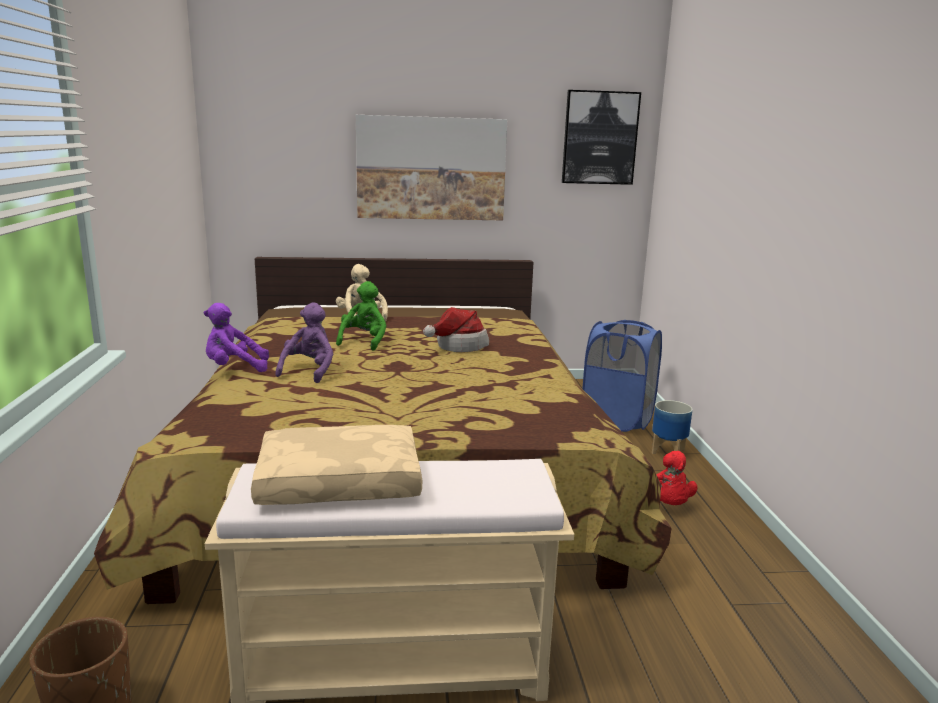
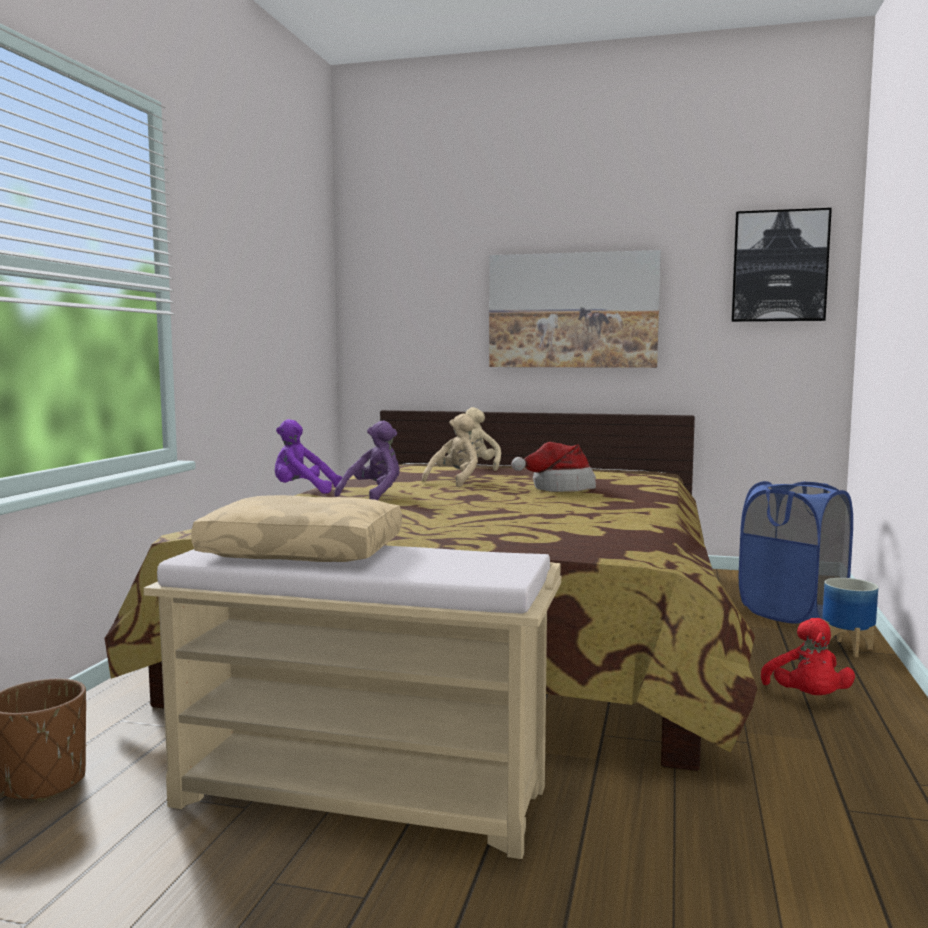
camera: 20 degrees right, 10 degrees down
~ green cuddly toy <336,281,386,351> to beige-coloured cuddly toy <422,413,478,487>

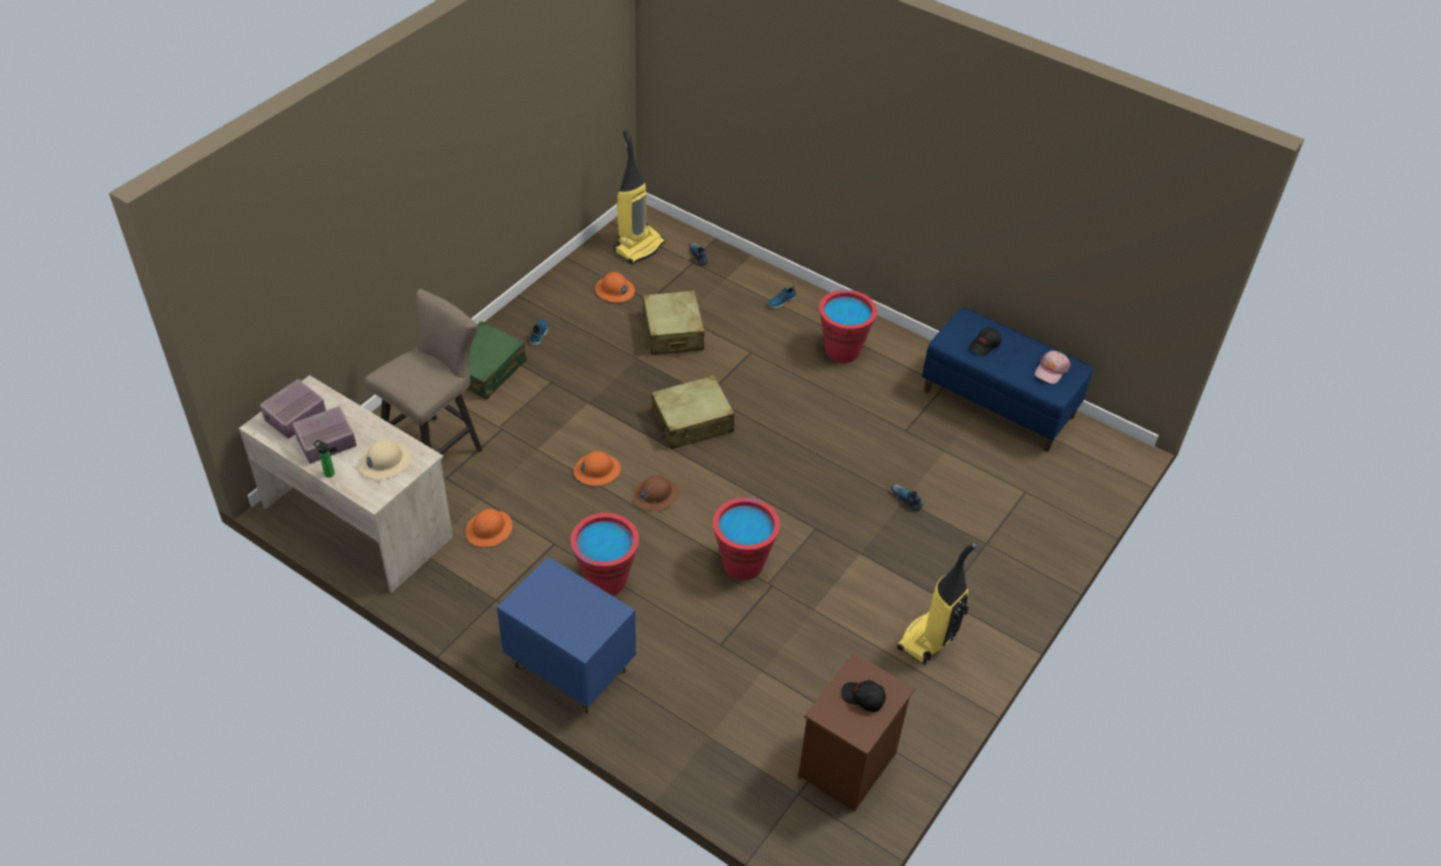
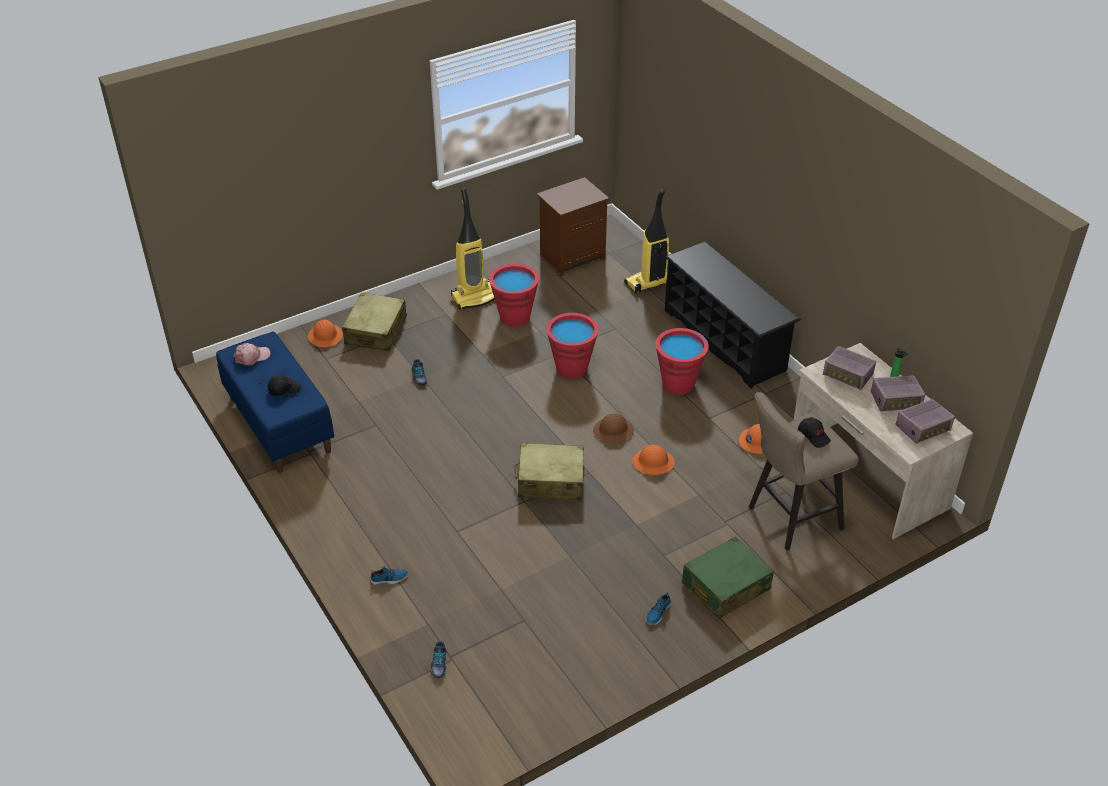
camera: 155 degrees left, 5 degrees down
~ orangey hard hat <595,272,635,302> to <308,319,343,347>
~ beige-coloured travel case <642,290,705,355> to <342,293,407,352>
~ red-coloured bucket <819,290,877,363> to <489,264,539,327>
~ vacuum cleaner <614,129,665,264> to <624,189,669,294>
~ blue nightstand <497,557,636,714> to black-coloured shoe stand <665,241,801,389>
~ black-coloured baseball cap <841,680,886,712> to <798,417,831,448>
~ beige-coloured hard hat <359,440,411,479> to radio receiver <823,346,876,390>

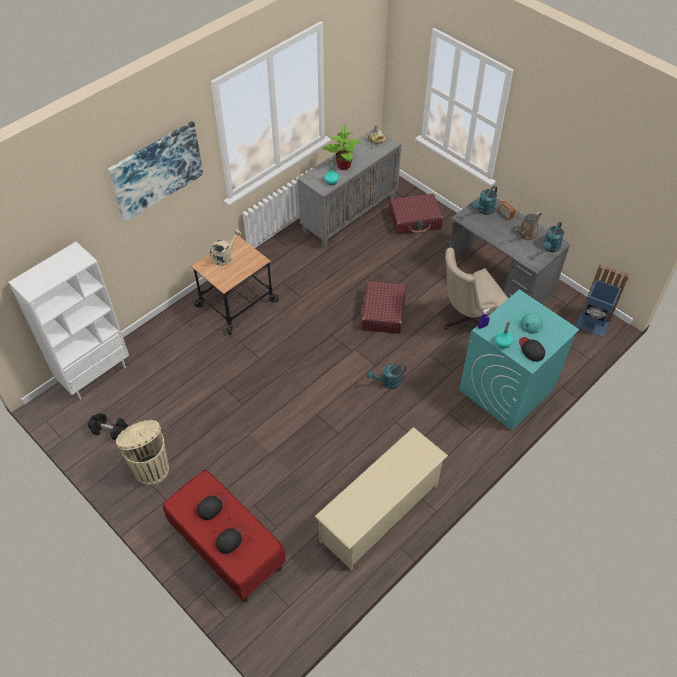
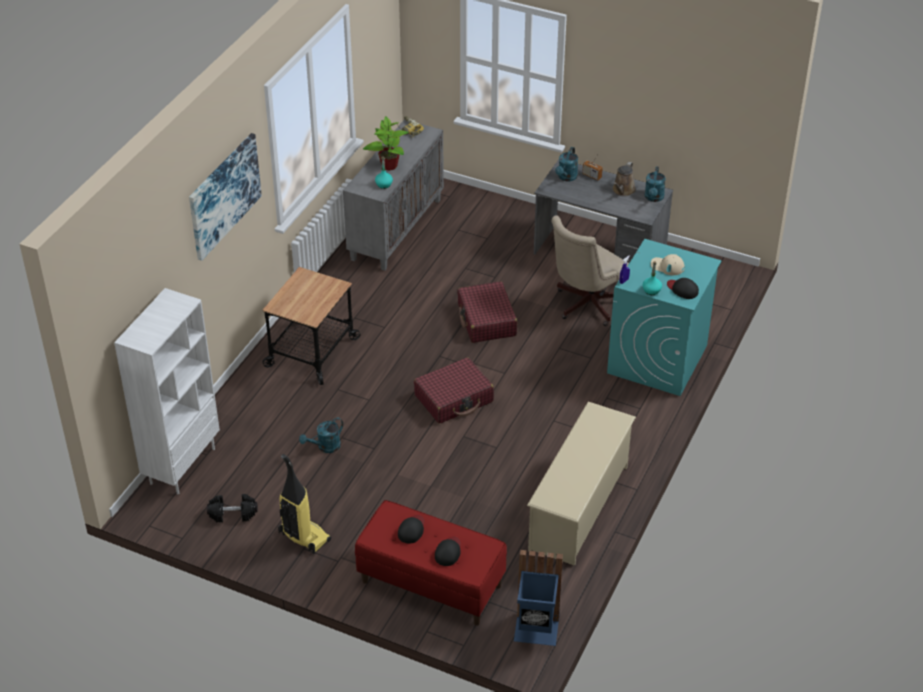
camera: 20 degrees left, 10 degrees down
~ beige-coloured waste bin <116,420,169,485> to vacuum cleaner <278,454,331,554>
~ turquoise-coloured sprinkling can <367,364,406,389> to <299,418,343,453>
~ red-coloured travel case <389,194,443,235> to <414,358,494,424>
~ blue waste bin <576,264,630,337> to <514,550,563,646>
~ turquoise-coloured baseball cap <513,311,543,334> to beige-coloured baseball cap <651,254,685,275>
- beige-coloured sprinkling can <210,229,242,266>

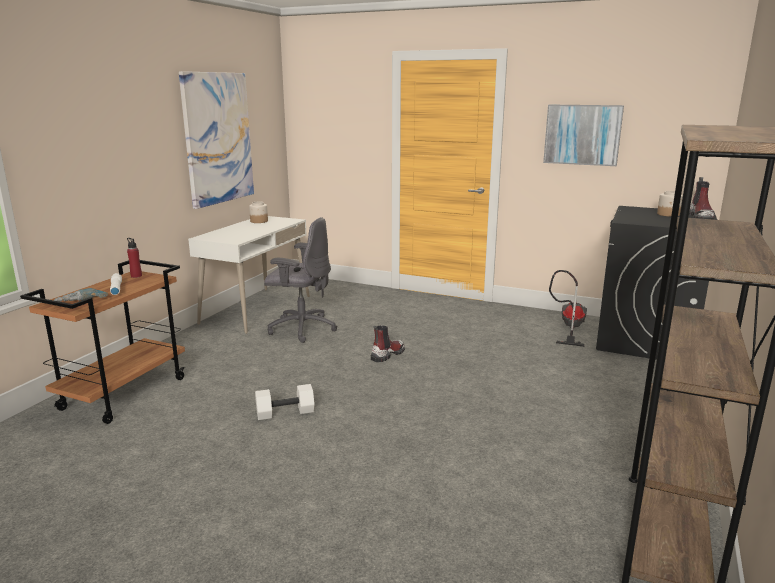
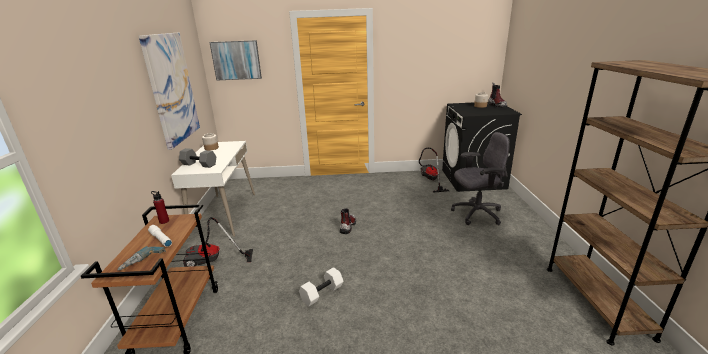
camera: 25 degrees left, 5 degrees up
+ gray free weight <179,148,216,168>
+ vacuum cleaner <183,217,253,267>
~ picture <543,105,624,166> to <209,40,262,81>
~ gray office chair <264,217,337,343> to <451,132,510,225>

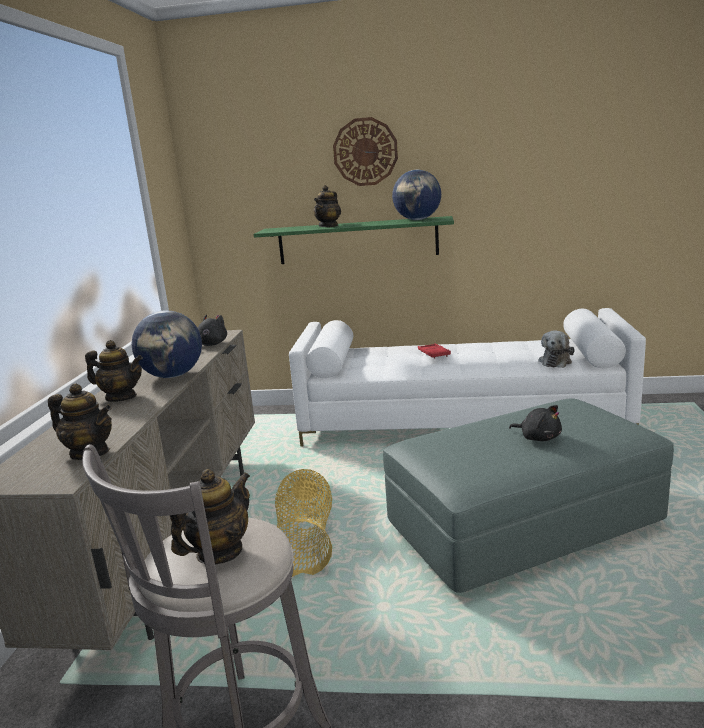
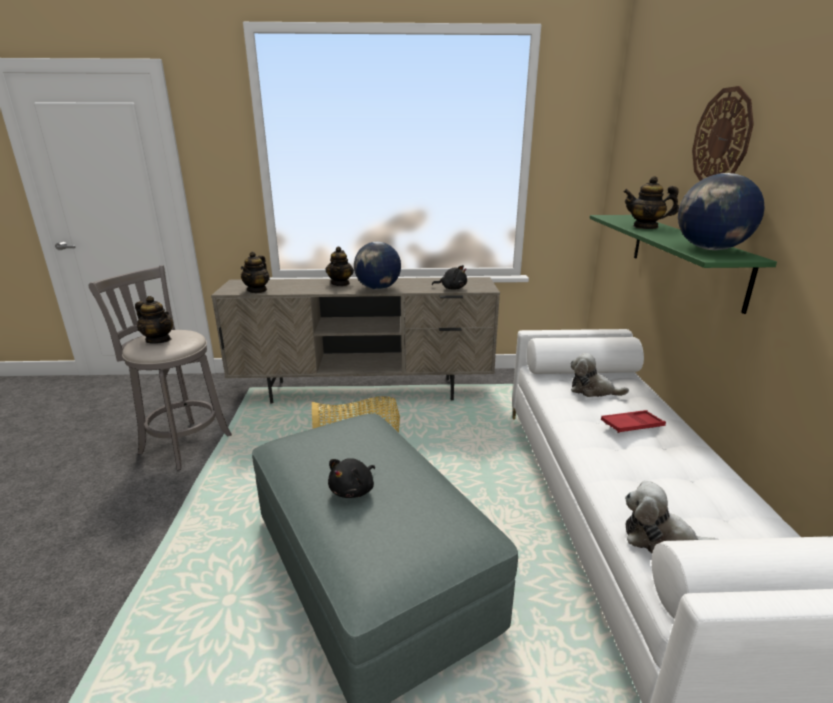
camera: 80 degrees right, 5 degrees up
+ cuddly toy <571,353,629,397>

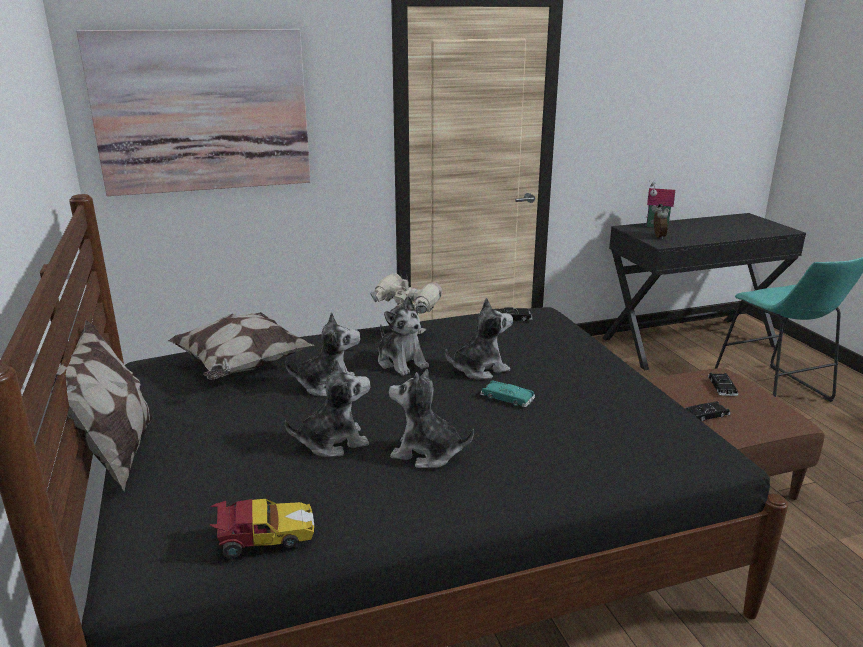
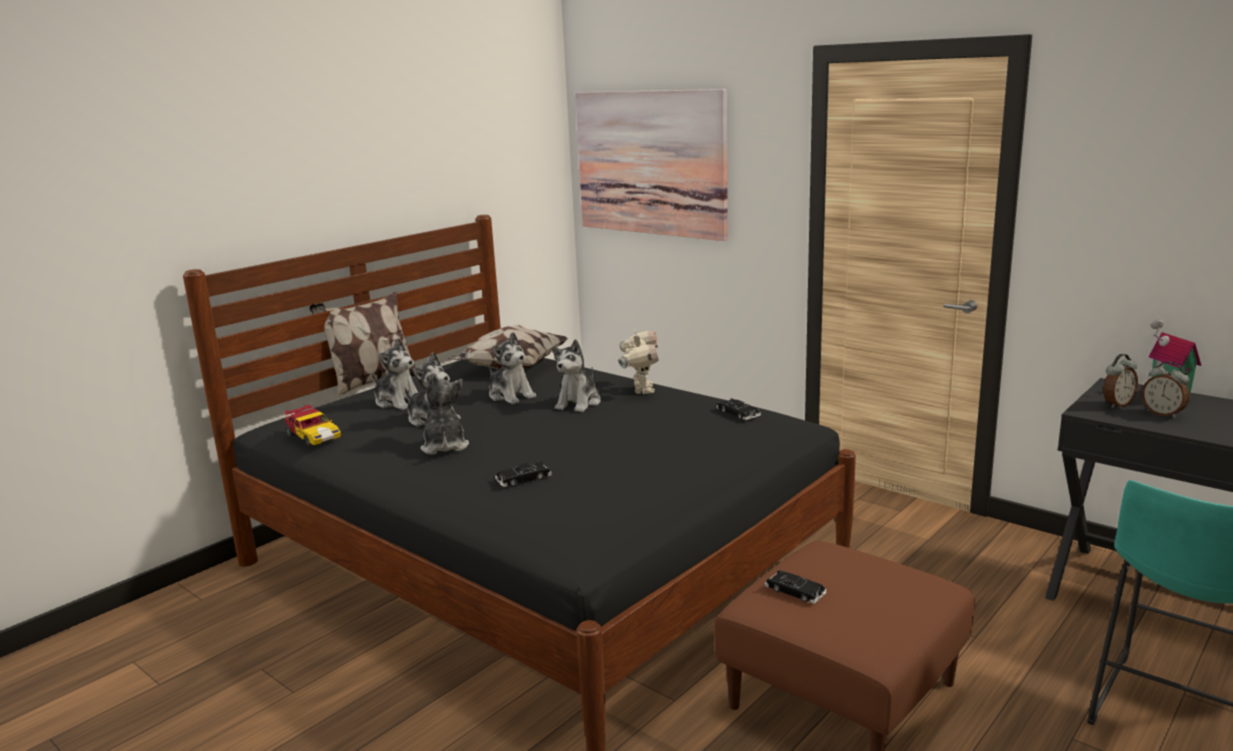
camera: 60 degrees right, 5 degrees down
~ cuddly toy <445,298,513,379> to <372,338,418,410>
~ black-coloured miniature car <708,372,738,396> to <495,461,552,487>
+ bedside clock <1141,362,1190,418>
- turquoise-coloured miniature car <480,381,535,407>

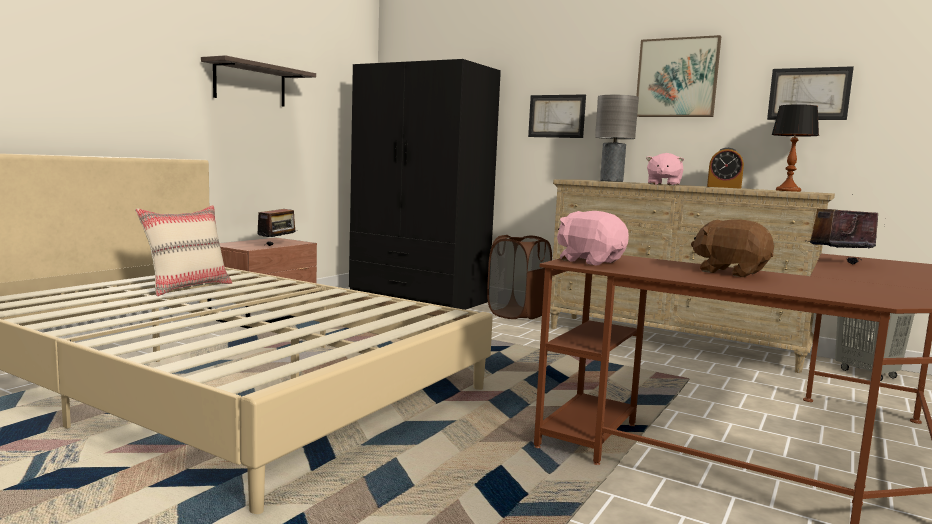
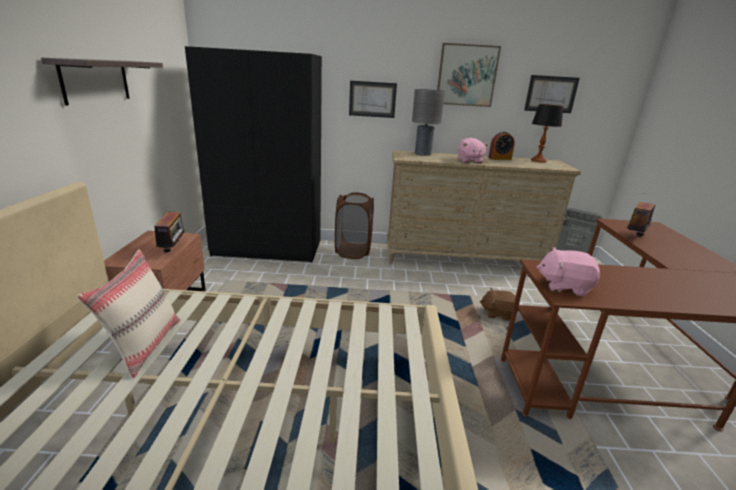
camera: 30 degrees left, 15 degrees up
~ brown cuddly toy <691,219,774,277> to <480,288,518,321>

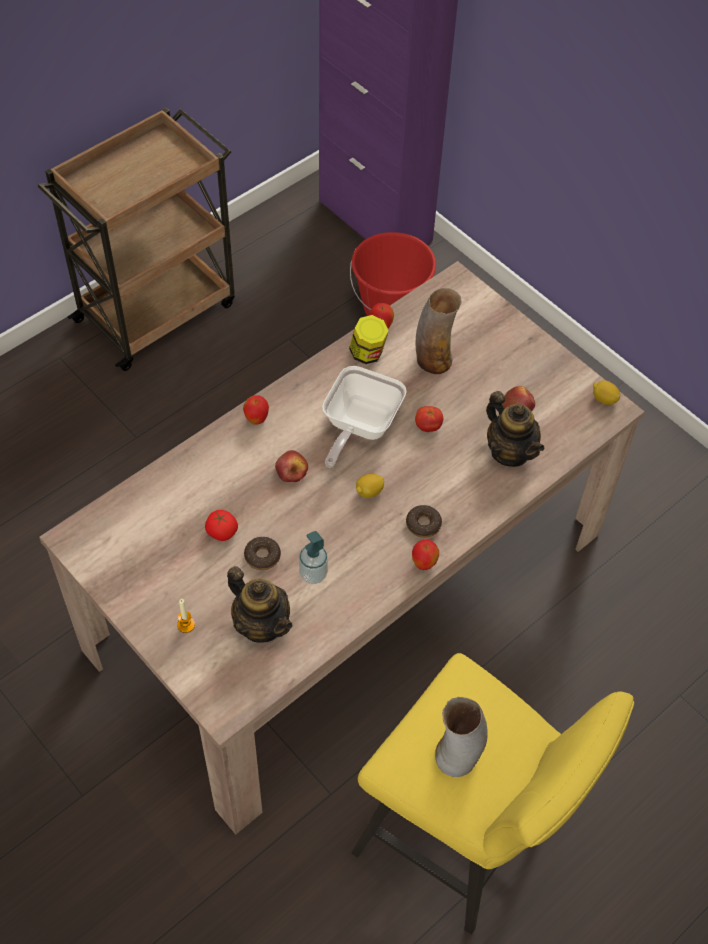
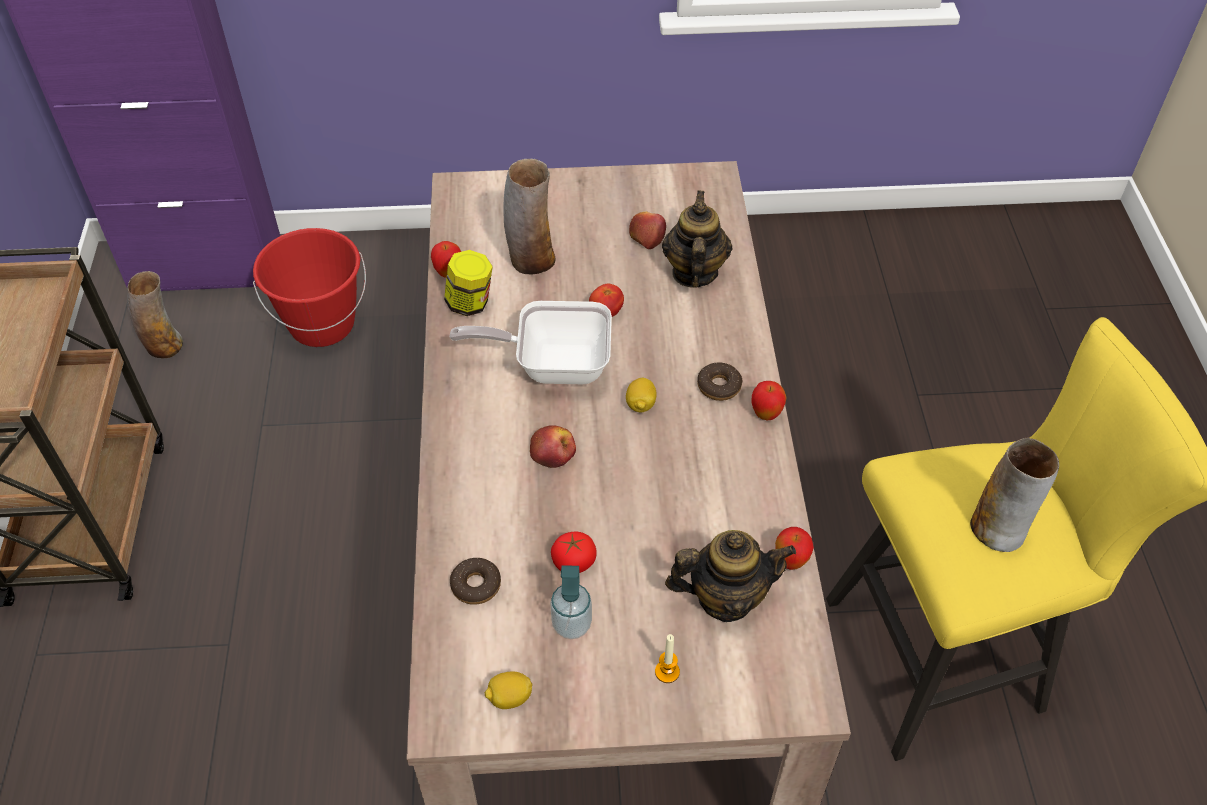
camera: 50 degrees left, 5 degrees down
+ decorative vase <127,271,183,358>
~ frying pan <322,366,407,468> = <450,301,612,384> 120 degrees clockwise
~ doughnut <244,537,281,570> to <450,558,501,605>
~ citrus fruit <593,380,620,405> to <485,671,533,709>
~ soap bottle <299,531,328,584> to <550,565,592,639>
~ teapot <486,391,544,467> = <662,190,732,288> 90 degrees counterclockwise
~ apple <243,395,269,424> to <775,527,814,570>

